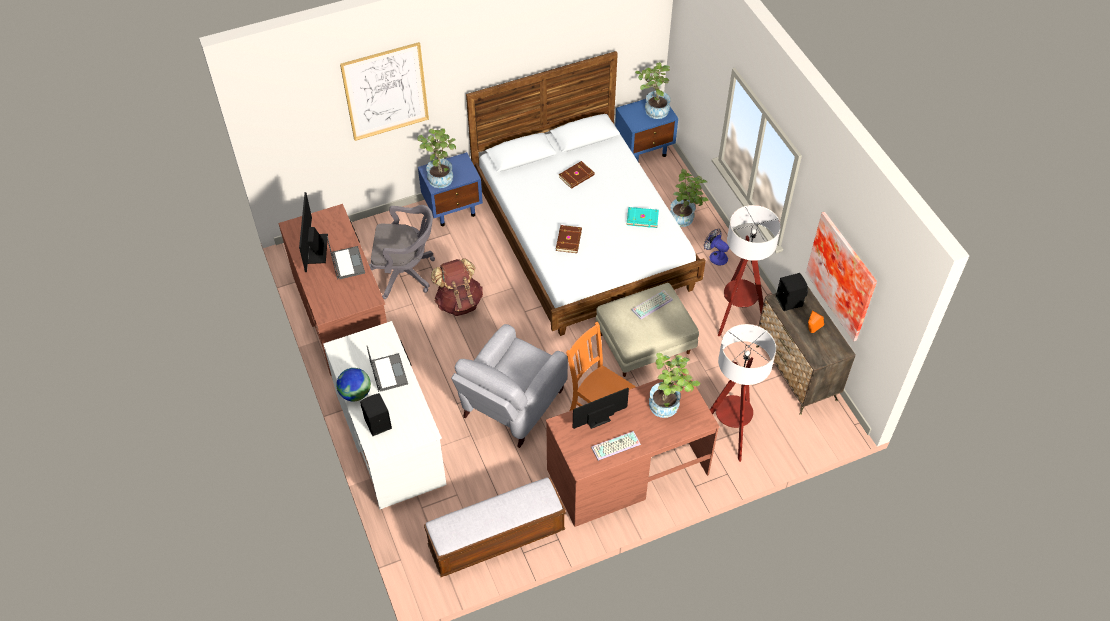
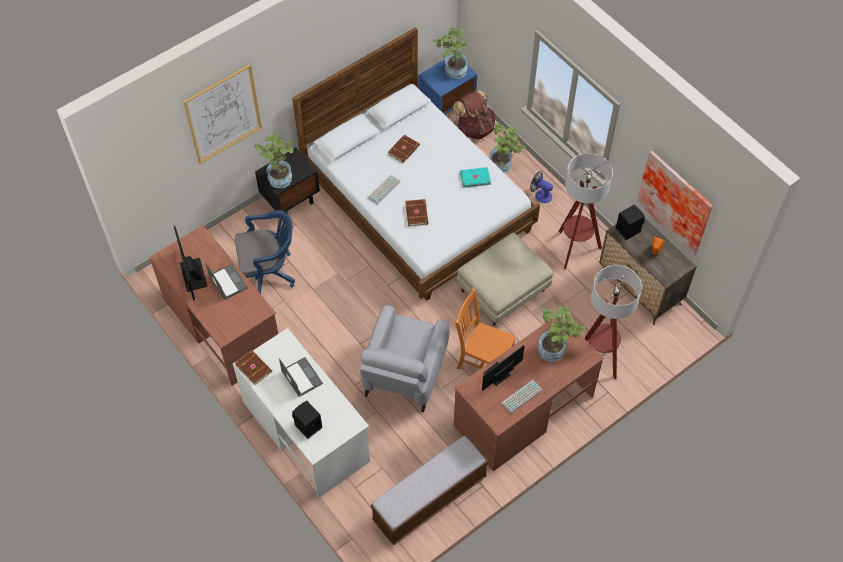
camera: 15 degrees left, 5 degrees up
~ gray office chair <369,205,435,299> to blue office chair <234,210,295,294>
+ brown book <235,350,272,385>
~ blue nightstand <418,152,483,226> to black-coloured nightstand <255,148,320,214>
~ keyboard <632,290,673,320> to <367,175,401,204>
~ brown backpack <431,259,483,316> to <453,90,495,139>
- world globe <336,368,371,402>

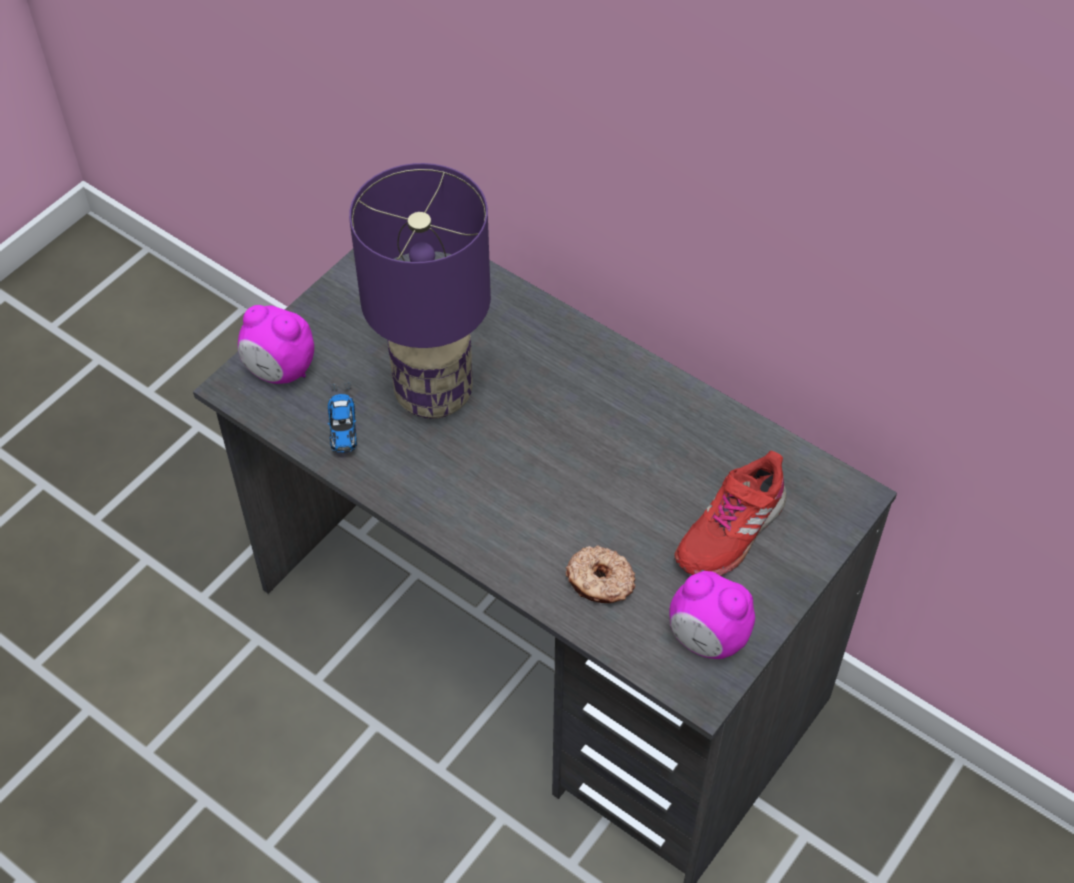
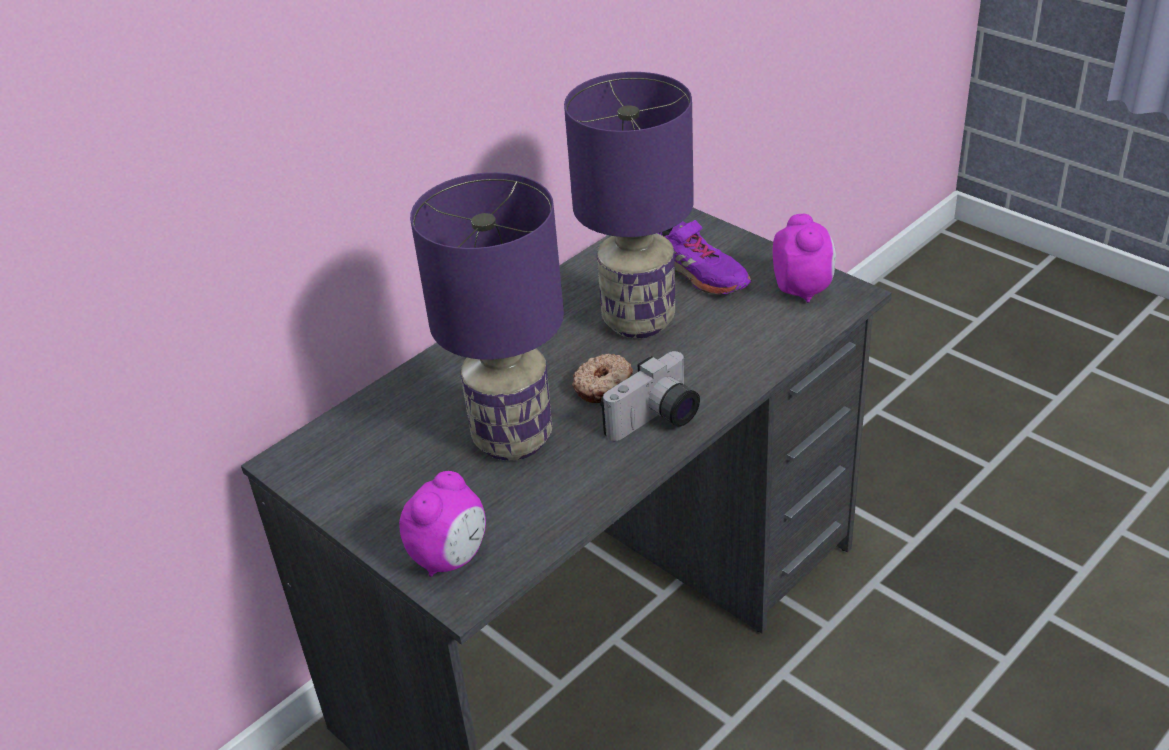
camera: 80 degrees left, 15 degrees down
+ purplish lamp for a table <564,72,694,339>
~ doughnut <566,545,636,603> to <572,353,633,403>
+ still camera <601,351,700,441>
~ red-coloured shoe <674,451,787,576> to purplish shoe <657,220,751,295>
~ bedside clock <669,571,755,659> = <773,214,836,303> 45 degrees counterclockwise
- miniature car <327,382,357,453>

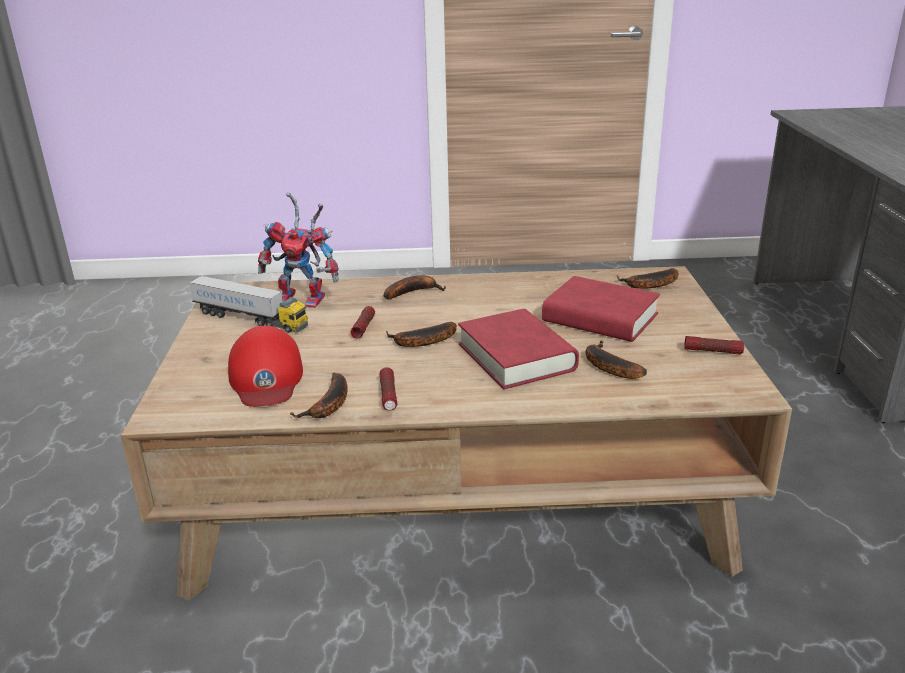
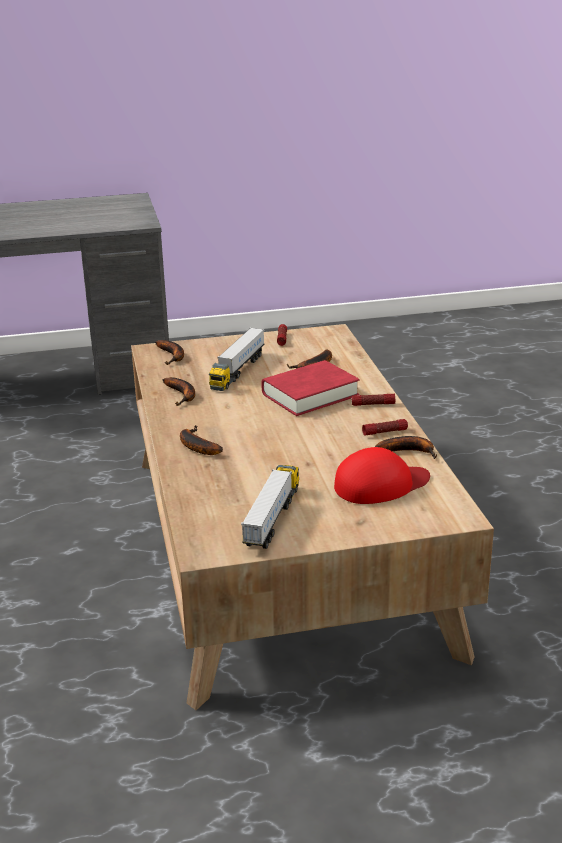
camera: 100 degrees left, 0 degrees up
~ banana fruit <386,322,457,347> to <163,377,195,406>
~ red-coloured book <542,276,660,342> to model truck <209,327,264,391>
~ flashlight <350,306,375,338> to <351,394,395,406>
- model robot <258,192,339,308>

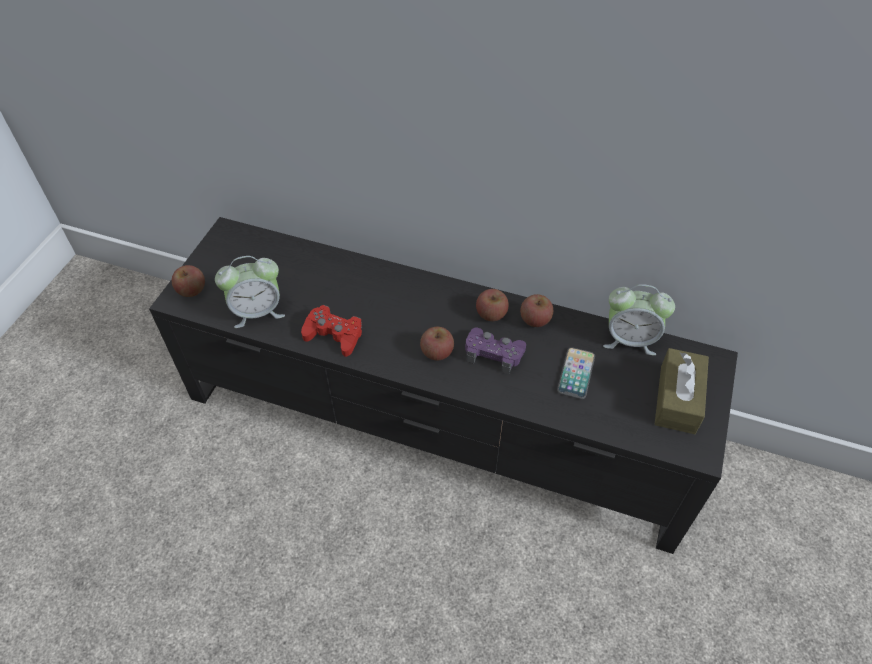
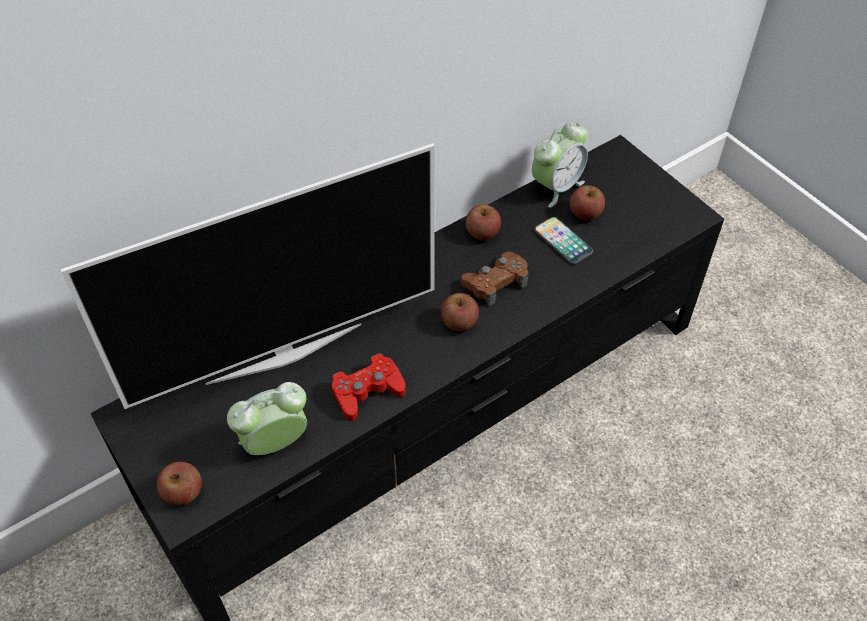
camera: 55 degrees left, 0 degrees up
+ TV <61,143,435,409>
~ bedside clock <215,256,285,328> = <227,382,307,455> 135 degrees counterclockwise
~ purplish gamepad <465,328,526,374> to brown gamepad <461,252,528,306>
~ apple <476,289,509,321> to <570,185,605,220>
- brown tissue box <655,348,709,434>

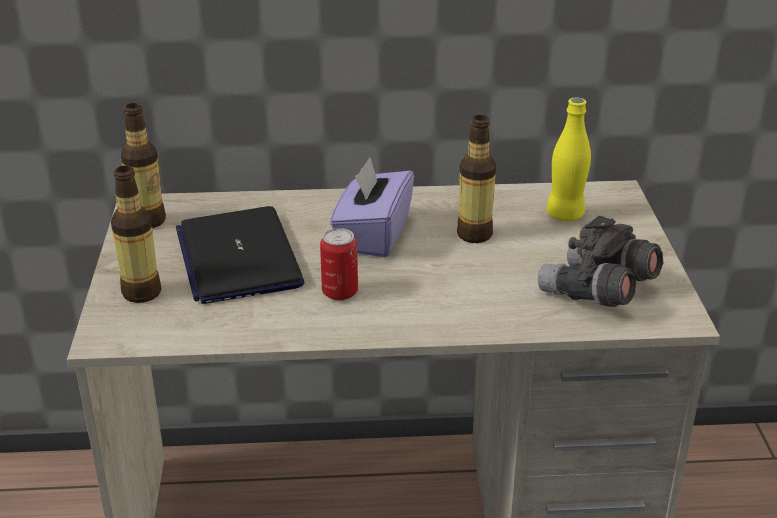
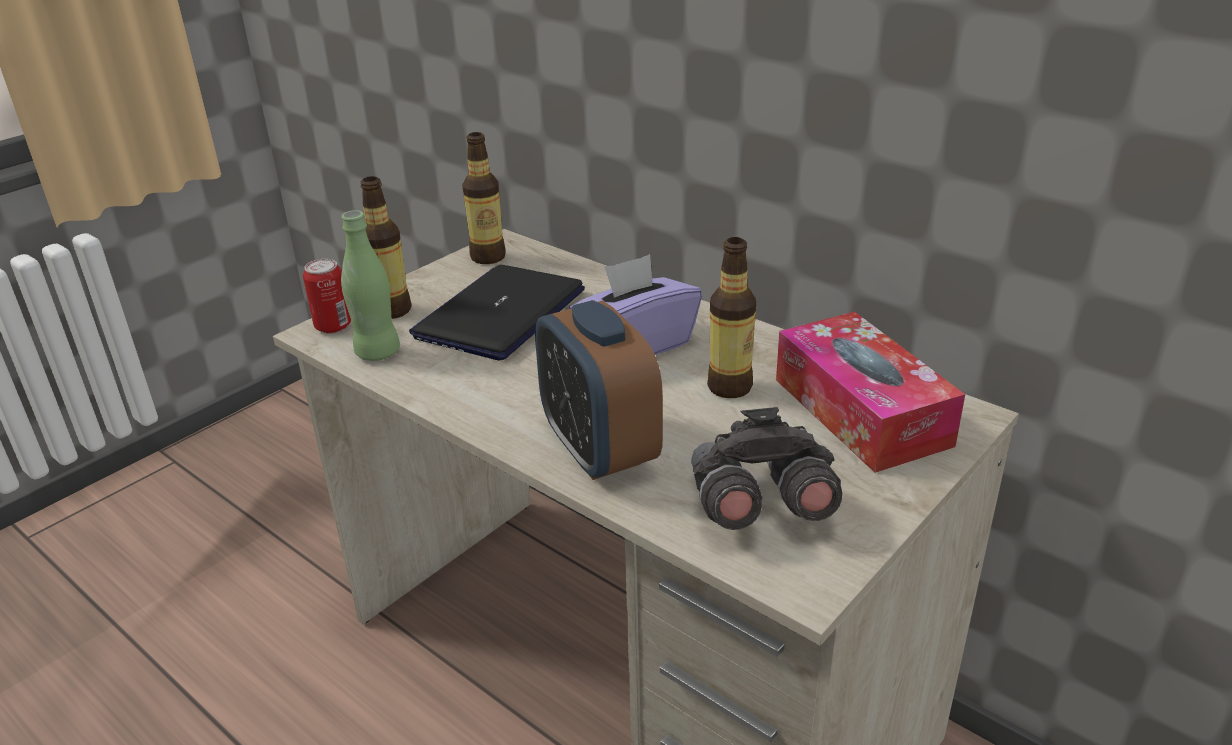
camera: 45 degrees right, 0 degrees up
~ metal can <320,228,358,301> to <303,259,351,334>
+ green drink bottle <341,210,400,361>
+ bedside clock <535,300,663,480>
~ yellow drink bottle <547,97,591,221> to tissue box <776,312,965,473>

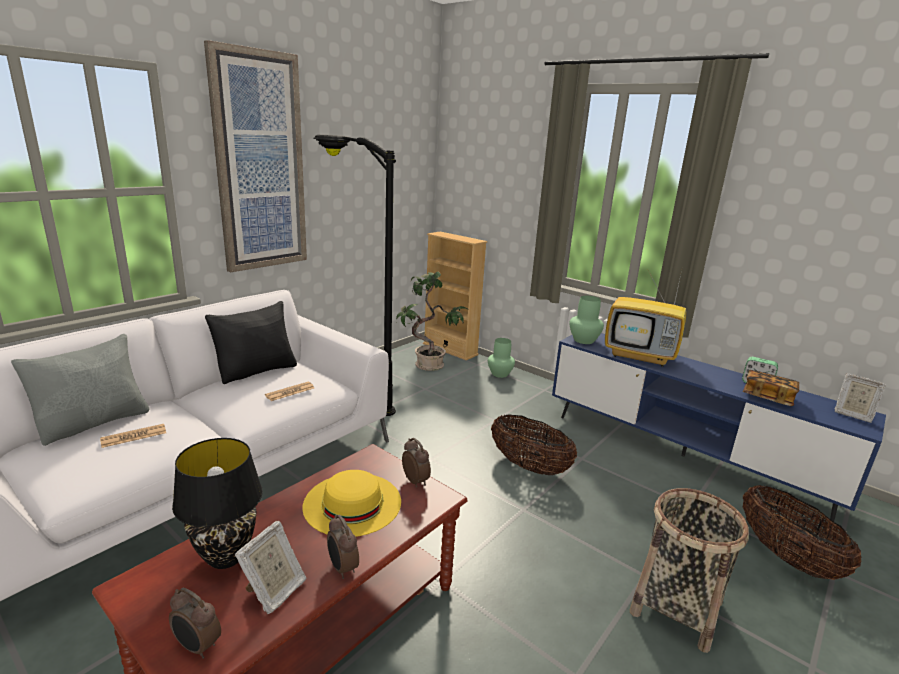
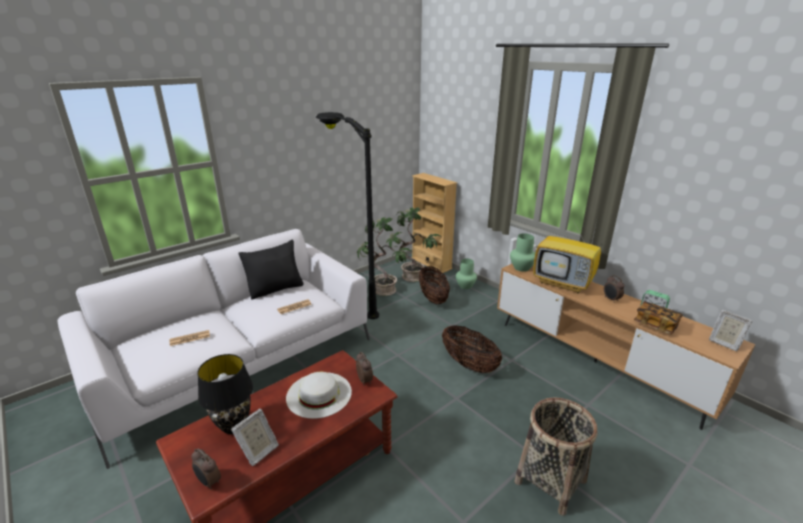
camera: 10 degrees right, 5 degrees up
~ yellow hat <302,470,401,537> to white hat <286,372,352,419>
+ houseplant <357,218,411,296>
~ basket <743,485,862,580> to <419,266,450,304>
~ blue tv unit <552,333,886,526> to brown tv unit <497,264,756,430>
~ bedside clock <327,515,359,579> to <604,275,625,303>
- gray throw pillow <11,334,150,446>
- picture <204,40,307,272>

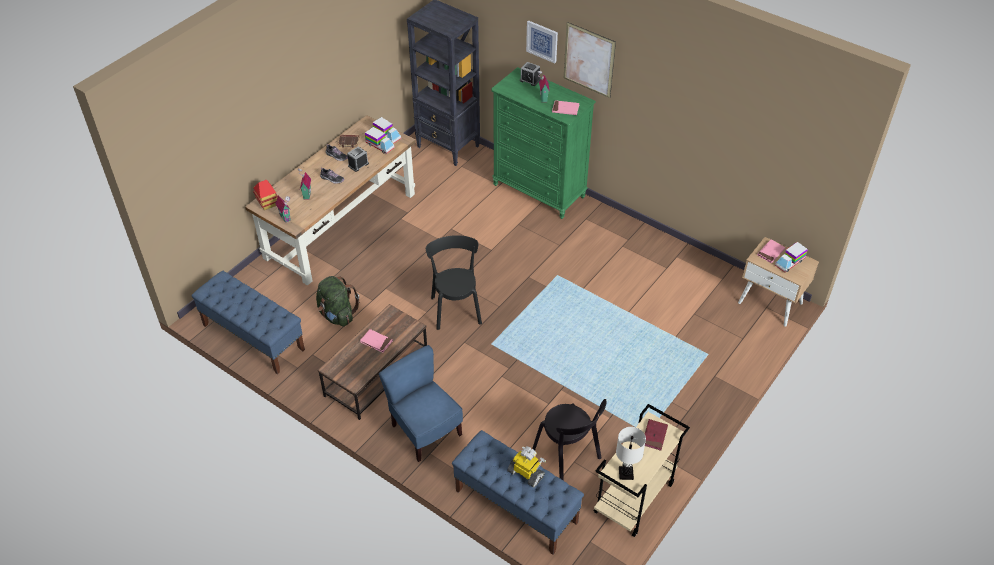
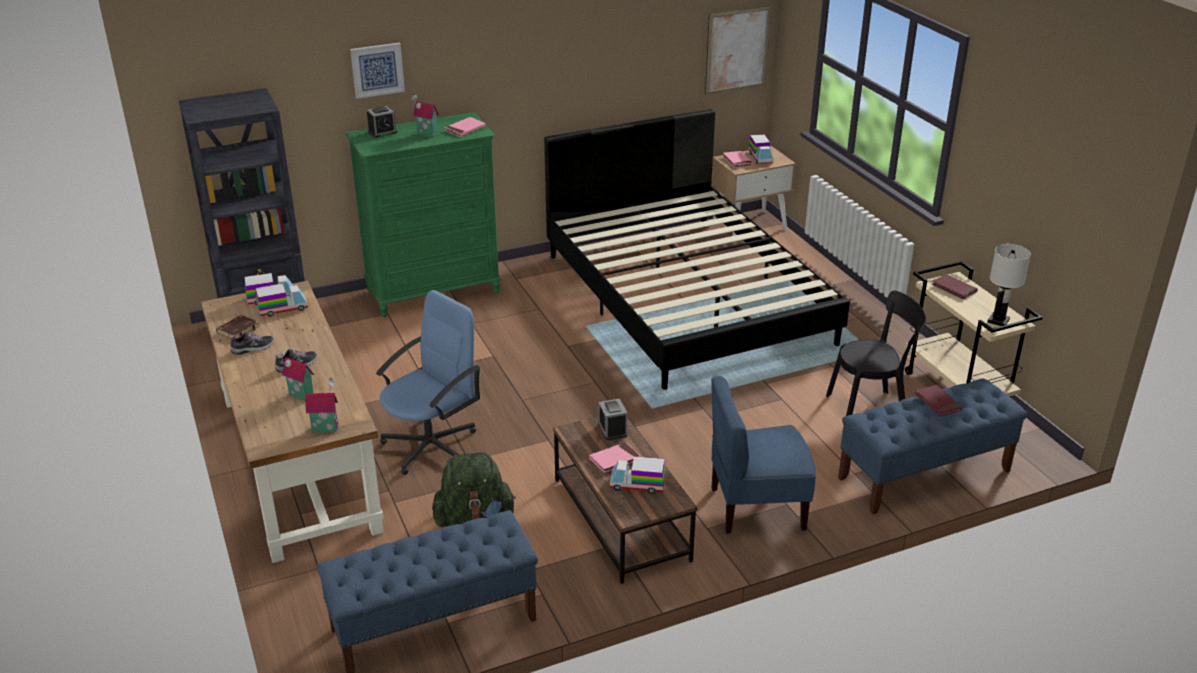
camera: 60 degrees left, 15 degrees down
+ blue office chair <376,290,481,475>
+ black-coloured bedroom bed <544,109,850,390>
~ bedside clock <347,147,369,172> to <598,399,627,440>
+ model truck <610,456,665,494>
~ picture <564,22,616,98> to <705,5,771,94>
~ model robot <507,446,546,488> to red-coloured book <915,385,963,416>
- toy house <253,179,278,210>
- black-coloured upright chair <426,235,482,330>

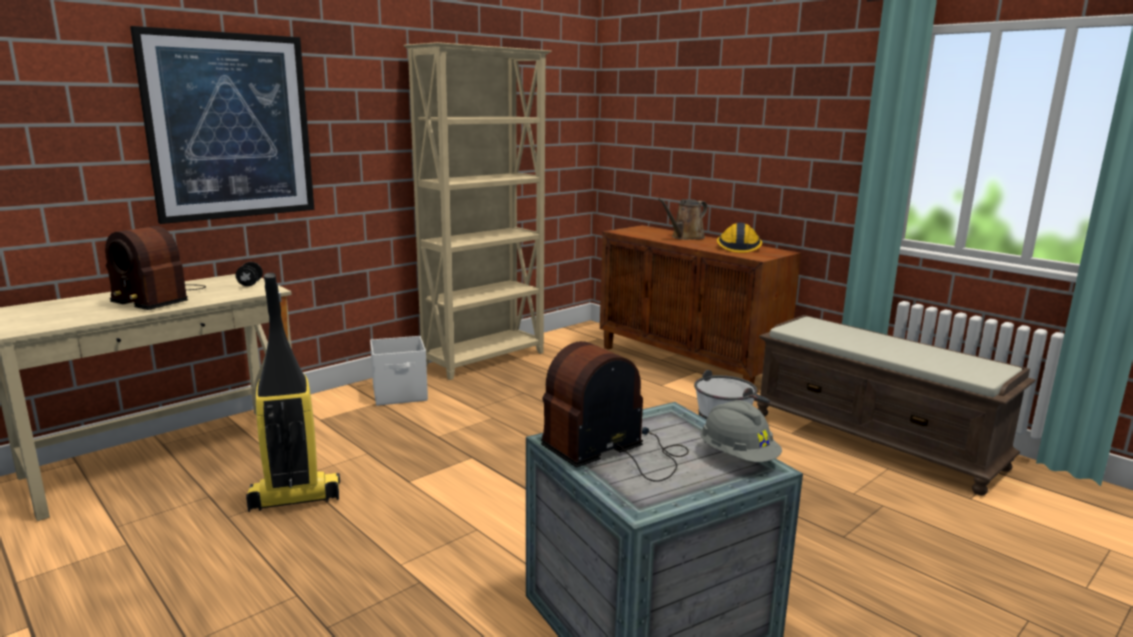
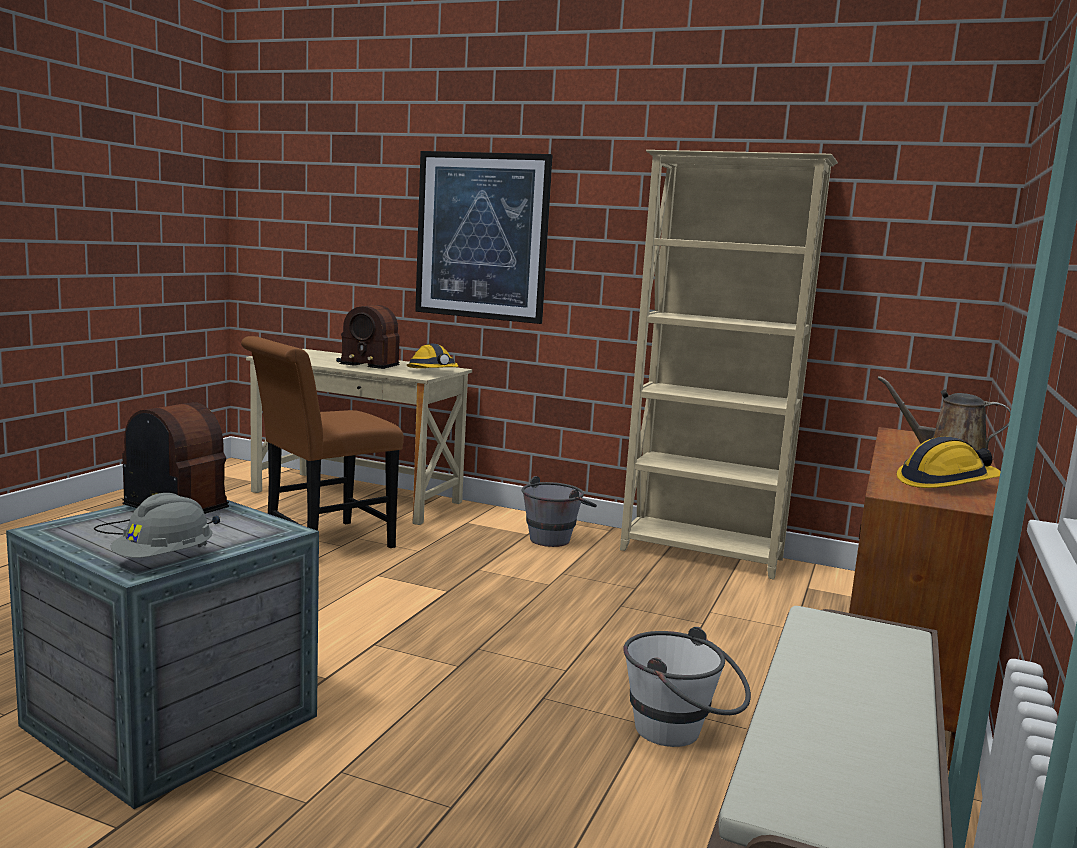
camera: 65 degrees right, 5 degrees down
~ vacuum cleaner <246,273,340,512> to brown upright chair <241,336,404,548>
~ radio receiver <105,226,206,310> = <336,305,400,369> 75 degrees counterclockwise
~ black-coloured free weight <236,262,263,286> to hard hat <407,344,458,368>
~ white storage container <370,336,428,406> to gray bucket <521,476,597,547>

